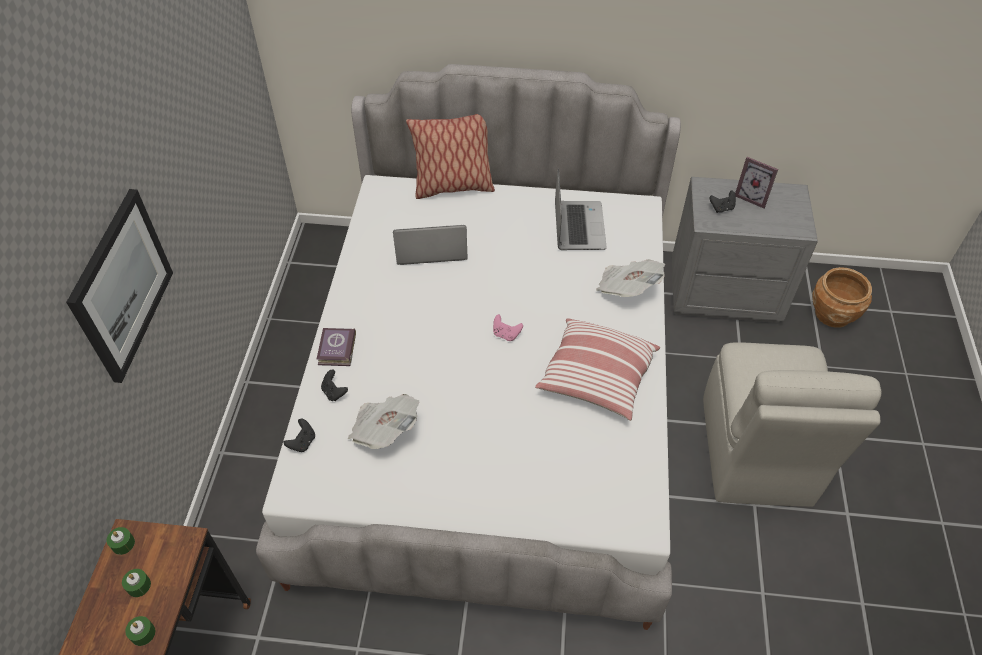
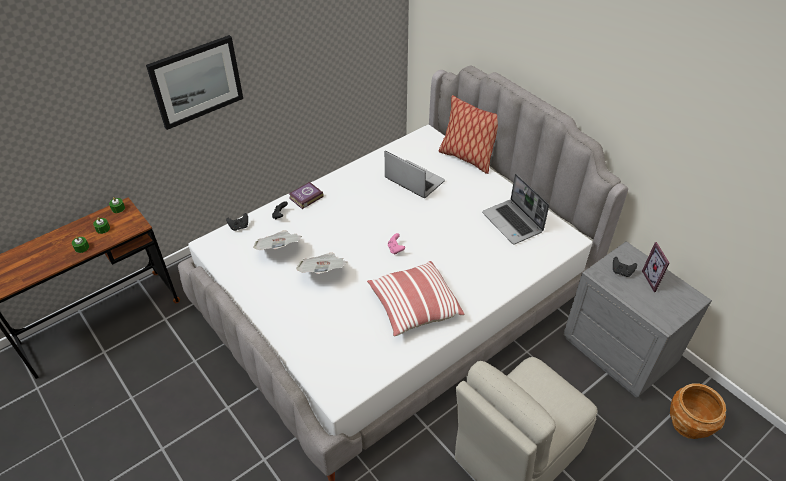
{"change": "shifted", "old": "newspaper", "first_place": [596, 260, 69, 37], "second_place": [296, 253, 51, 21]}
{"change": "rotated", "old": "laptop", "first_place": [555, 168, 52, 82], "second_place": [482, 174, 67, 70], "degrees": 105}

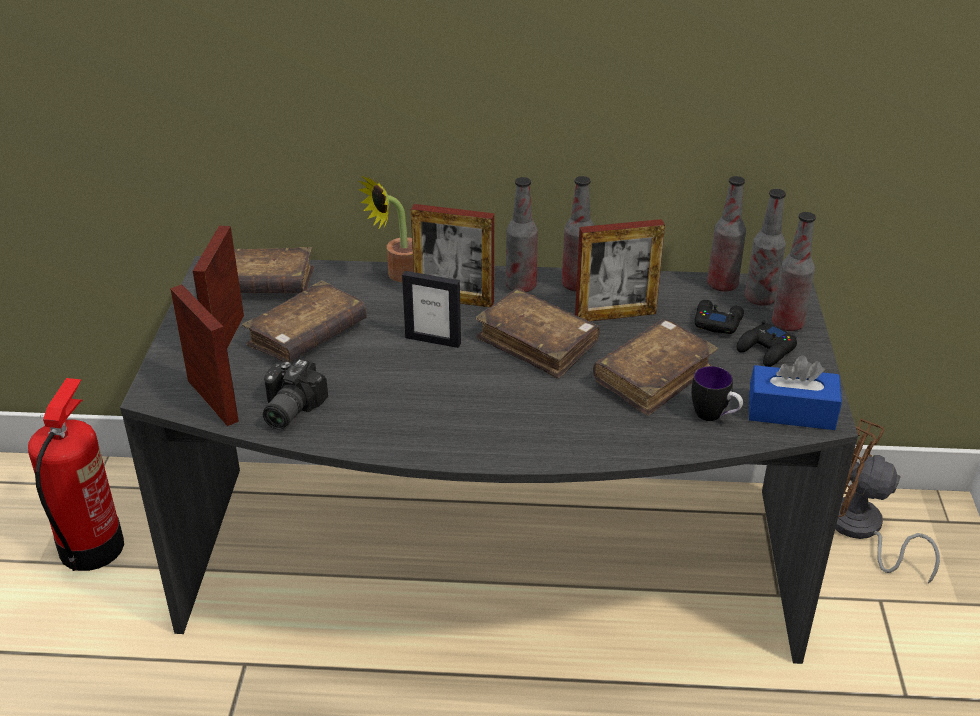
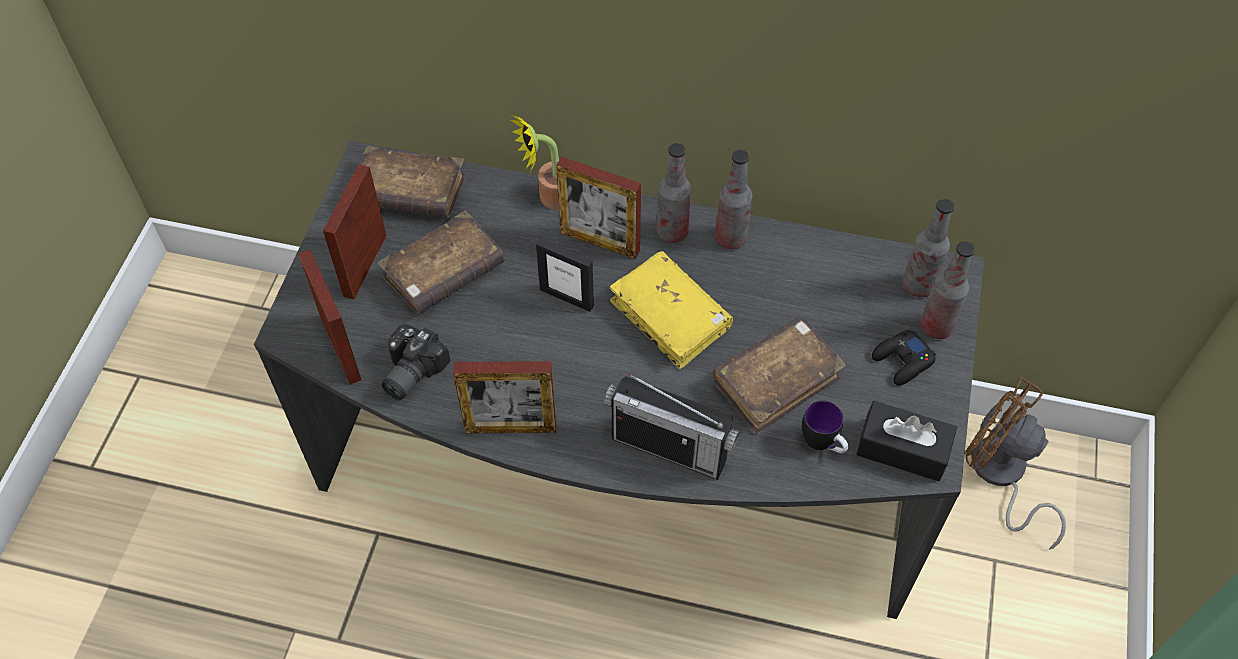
{"change": "gone", "old": "fire_extinguisher", "first_place": [28, 378, 96, 193]}
{"change": "gone", "old": "black_game_controller", "first_place": [694, 300, 50, 34]}
{"change": "gone", "old": "bottle", "first_place": [707, 176, 39, 116]}
{"change": "new", "new": "radio", "second_place": [604, 373, 135, 107]}
{"change": "shifted", "old": "picture_frame", "first_place": [575, 219, 90, 102], "second_place": [453, 361, 103, 72]}
{"change": "repainted", "old": "brown_book", "new": "yellow_book", "first_place": [476, 288, 124, 91], "second_place": [610, 251, 123, 119]}
{"change": "repainted", "old": "blue_tissue_box", "new": "black_tissue_box", "first_place": [749, 355, 93, 75], "second_place": [856, 401, 101, 80]}

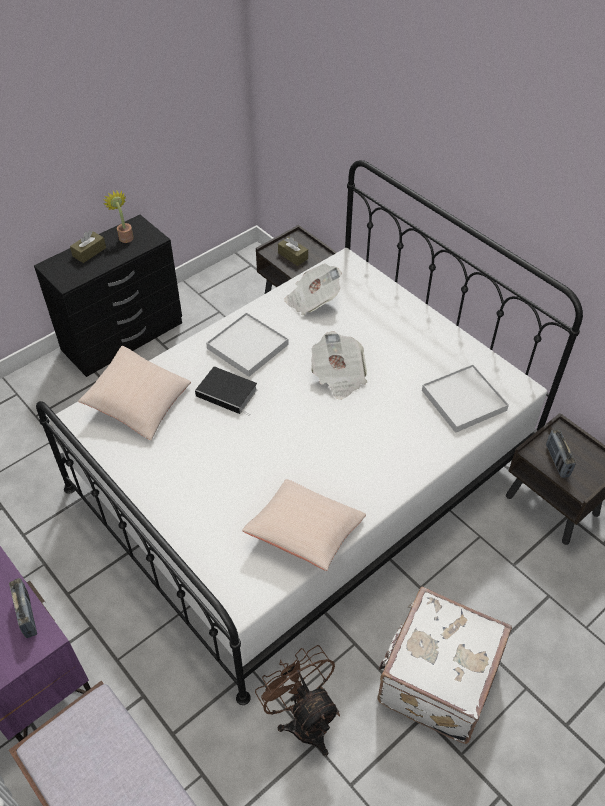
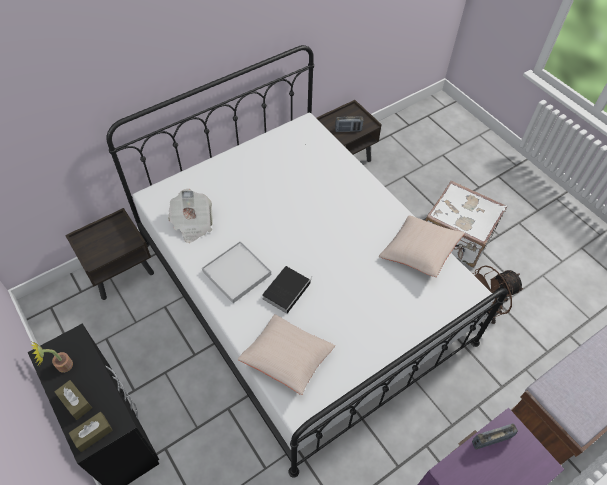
{"change": "gone", "old": "newspaper", "first_place": [311, 331, 56, 69]}
{"change": "gone", "old": "white_tray", "first_place": [422, 364, 87, 69]}
{"change": "shifted", "old": "brown_tissue_box", "first_place": [278, 237, 30, 29], "second_place": [69, 412, 44, 40]}

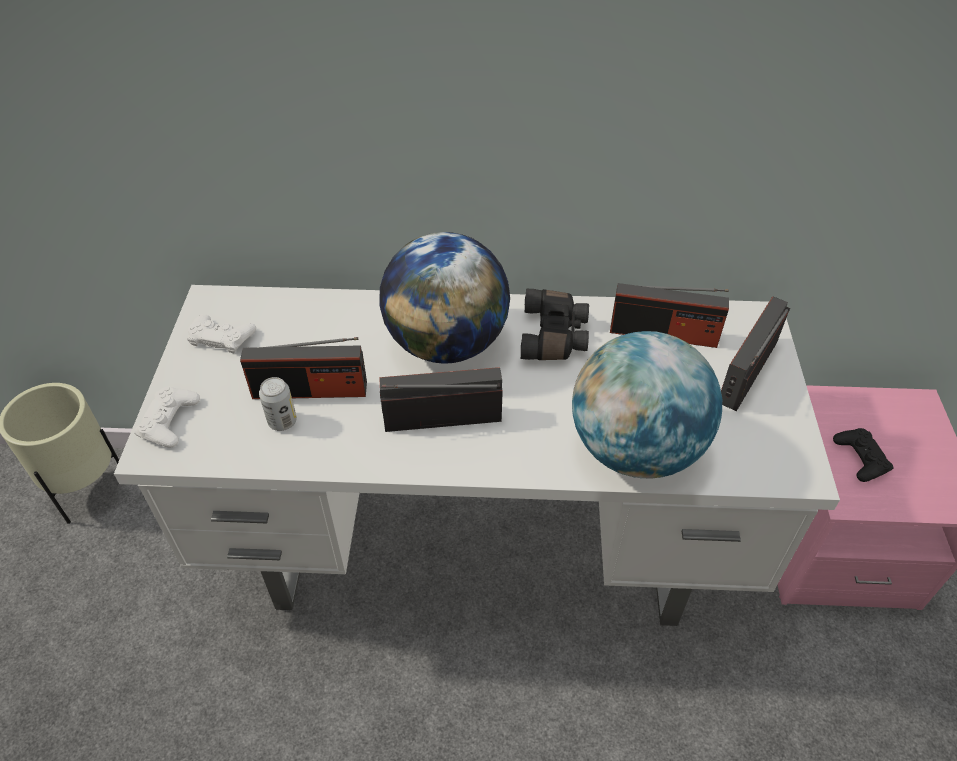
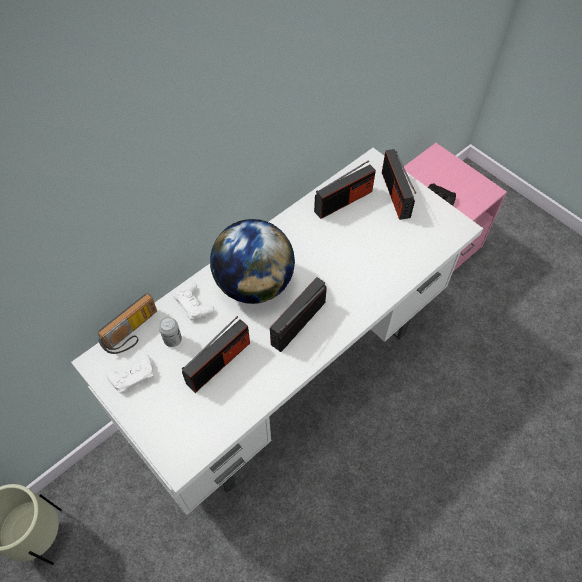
{"change": "gone", "old": "black_binoculars", "first_place": [521, 289, 68, 71]}
{"change": "gone", "old": "globe", "first_place": [572, 331, 150, 148]}
{"change": "new", "new": "radio", "second_place": [98, 293, 59, 61]}
{"change": "shifted", "old": "white_game_controller", "first_place": [134, 387, 66, 60], "second_place": [174, 282, 40, 38]}
{"change": "shifted", "old": "can", "first_place": [259, 377, 38, 54], "second_place": [159, 317, 23, 30]}

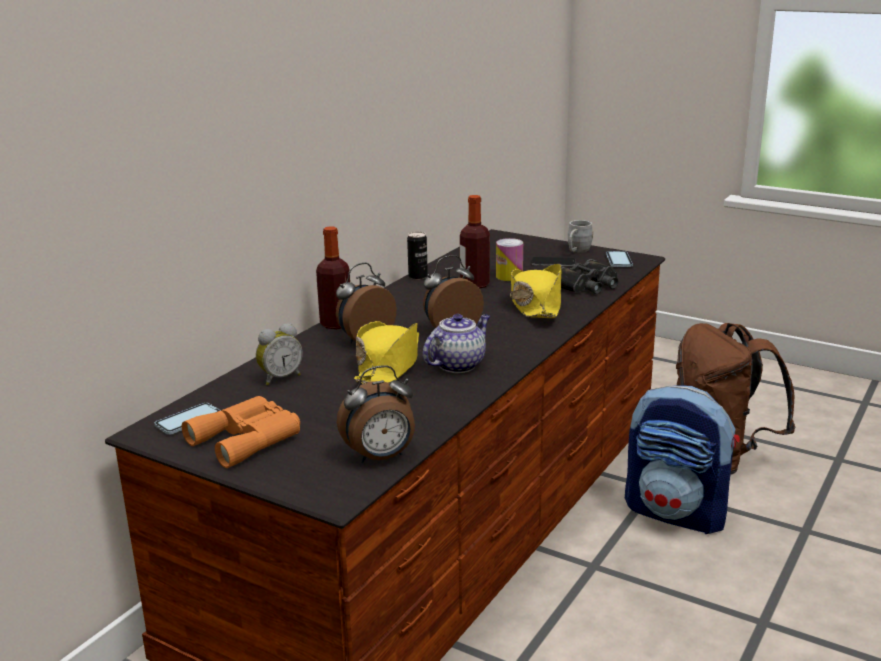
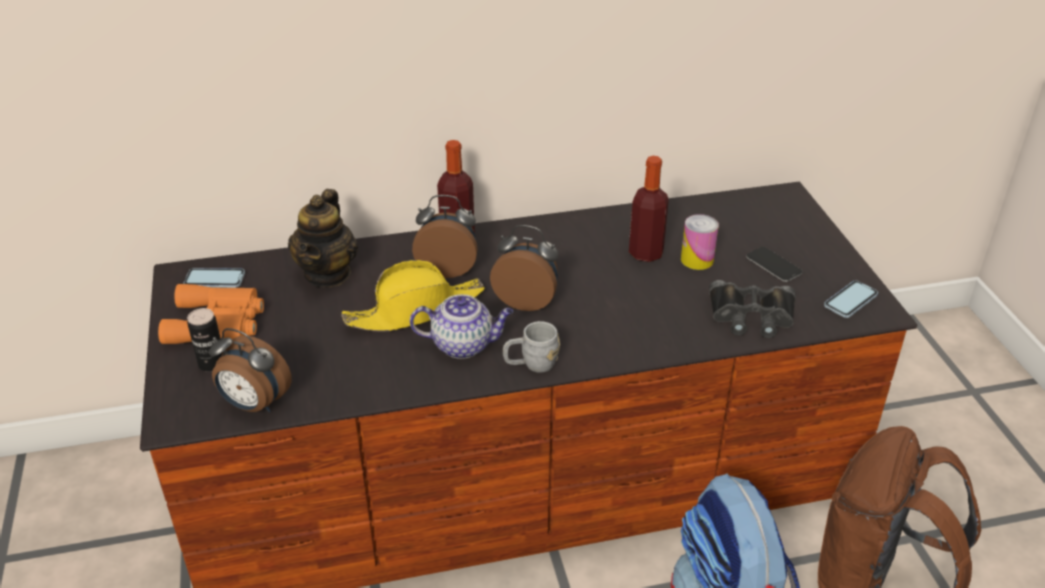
{"change": "gone", "old": "yellow_hat", "first_place": [510, 264, 52, 54]}
{"change": "shifted", "old": "can", "first_place": [407, 232, 21, 48], "second_place": [187, 308, 35, 64]}
{"change": "shifted", "old": "grey_mug", "first_place": [568, 220, 25, 32], "second_place": [503, 321, 57, 52]}
{"change": "swapped", "old": "alarm_clock", "new": "teapot", "first_place": [256, 323, 47, 62], "second_place": [288, 189, 70, 98]}

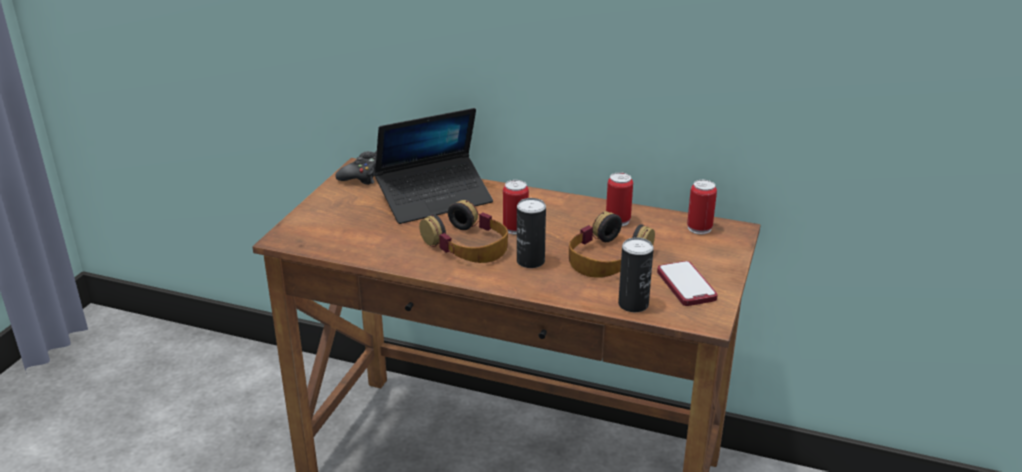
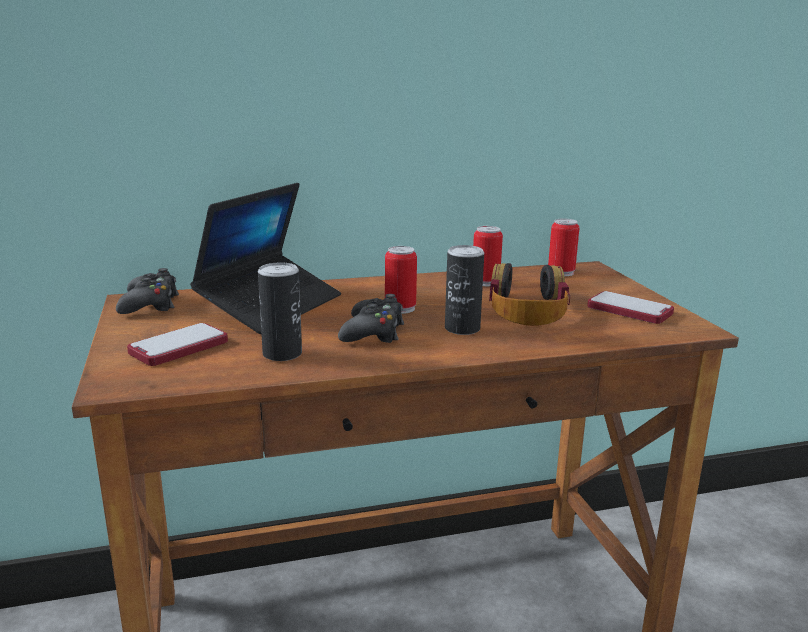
{"change": "new", "new": "phone", "second_place": [127, 323, 101, 43]}
{"change": "shifted", "old": "can", "first_place": [618, 237, 36, 75], "second_place": [258, 263, 44, 98]}
{"change": "swapped", "old": "headphones", "new": "black_game_controller", "first_place": [419, 200, 89, 63], "second_place": [338, 294, 66, 49]}

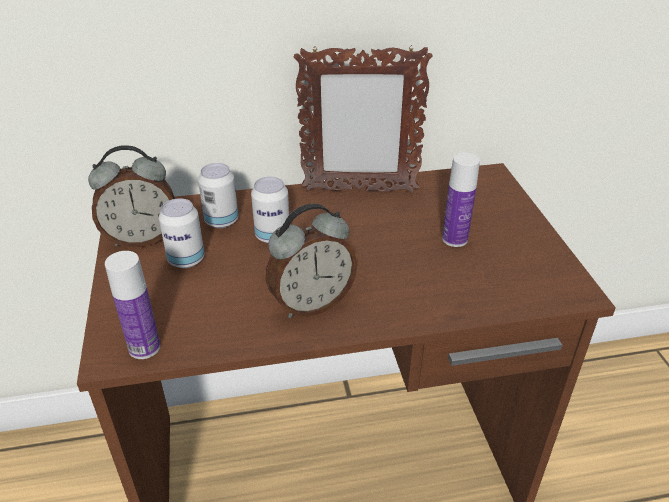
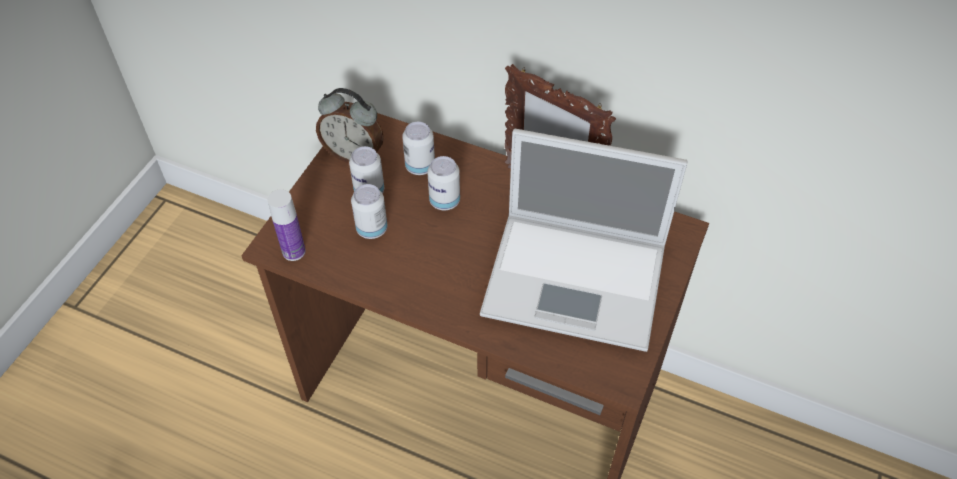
{"change": "gone", "old": "alarm_clock", "first_place": [266, 204, 91, 114]}
{"change": "new", "new": "can", "second_place": [351, 184, 36, 55]}
{"change": "swapped", "old": "bottle", "new": "laptop", "first_place": [442, 152, 38, 95], "second_place": [480, 128, 208, 224]}

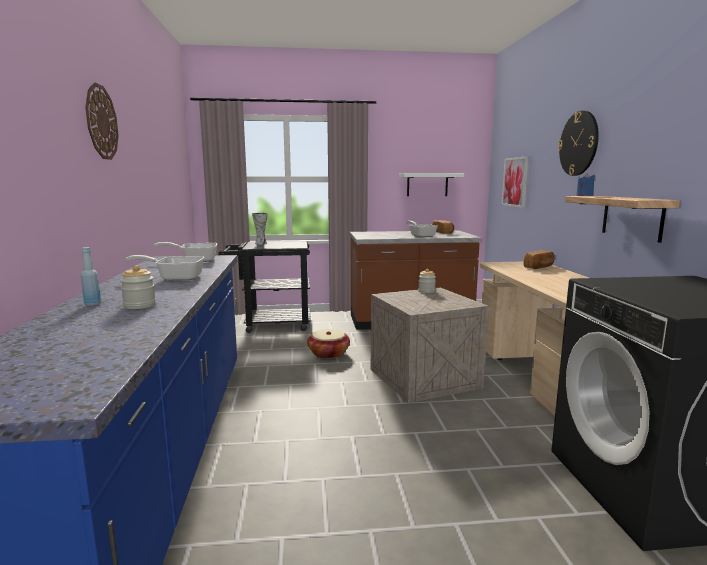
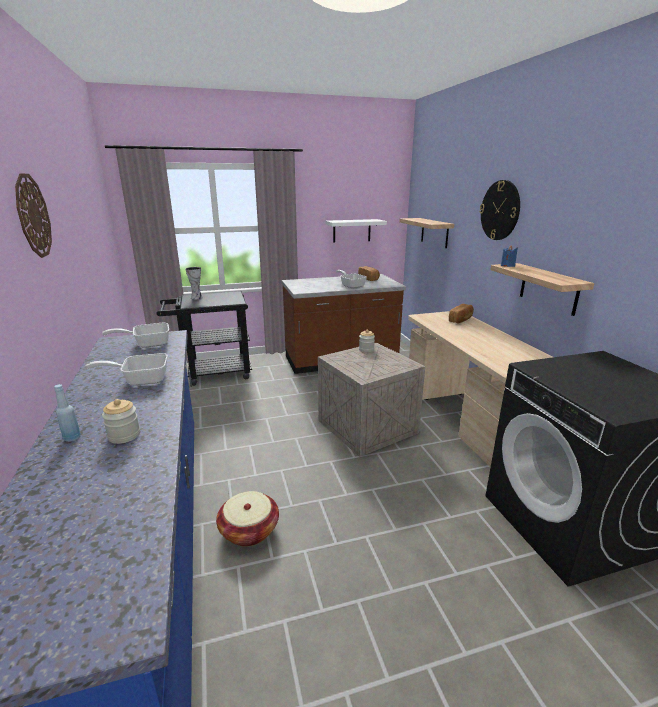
{"change": "shifted", "old": "basket", "first_place": [307, 329, 43, 30], "second_place": [216, 491, 63, 55]}
{"change": "swapped", "old": "picture", "new": "shelf", "first_place": [502, 156, 27, 52], "second_place": [399, 218, 55, 30]}

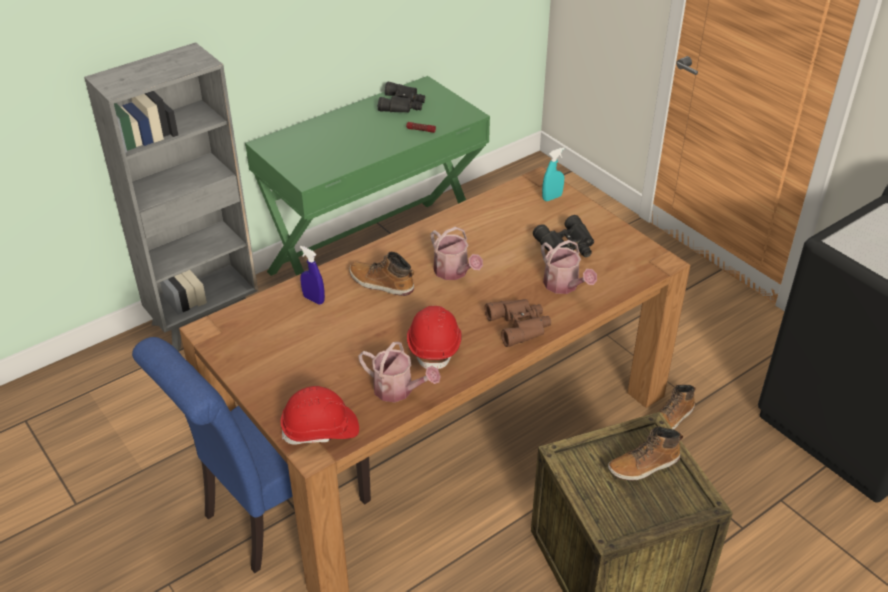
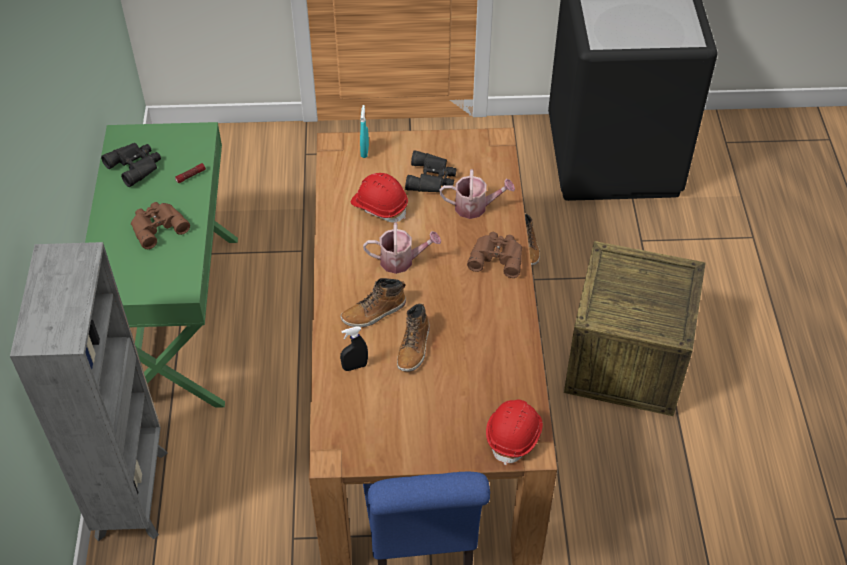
{"change": "gone", "old": "watering_can", "first_place": [358, 342, 83, 60]}
{"change": "new", "new": "brown_binoculars", "second_place": [131, 202, 59, 47]}
{"change": "shifted", "old": "red_hard_hat", "first_place": [407, 306, 55, 63], "second_place": [351, 173, 57, 49]}
{"change": "shifted", "old": "boot", "first_place": [608, 426, 75, 54], "second_place": [397, 303, 33, 69]}
{"change": "repainted", "old": "blue_spray_bottle", "new": "black_spray_bottle", "first_place": [300, 246, 25, 59], "second_place": [340, 326, 28, 45]}

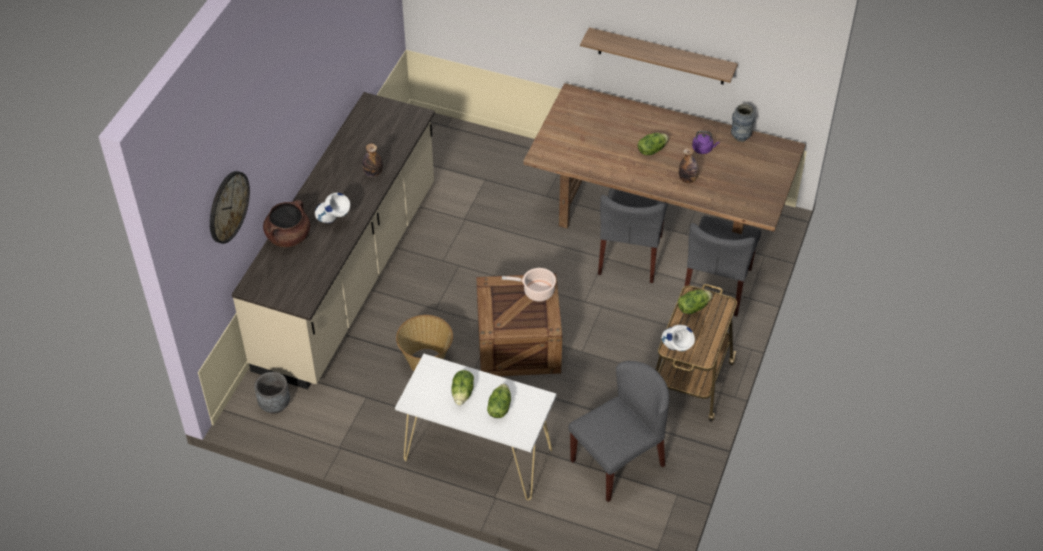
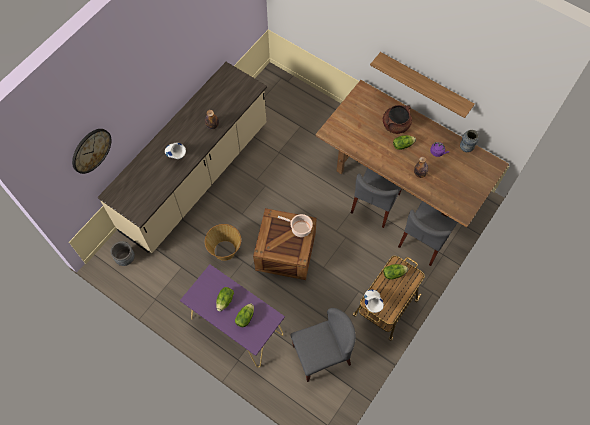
{"change": "shifted", "old": "brown_cooking_pot", "first_place": [263, 200, 47, 47], "second_place": [383, 105, 29, 29]}
{"change": "repainted", "old": "white_console_table", "new": "purple_console_table", "first_place": [395, 354, 161, 147], "second_place": [180, 264, 105, 104]}

